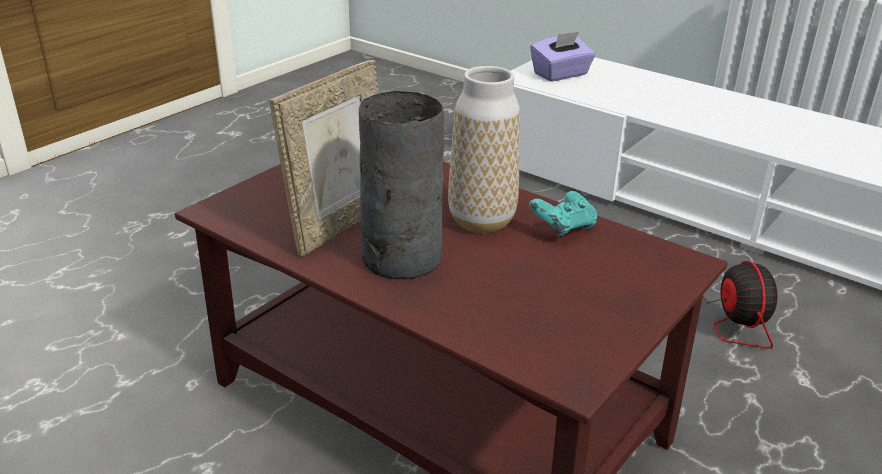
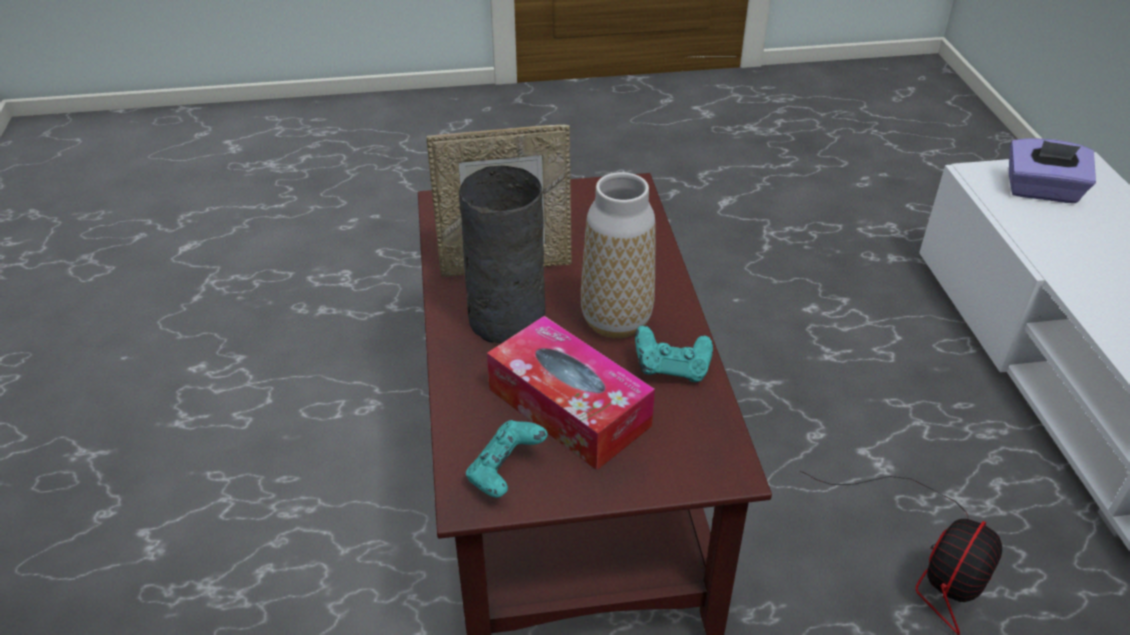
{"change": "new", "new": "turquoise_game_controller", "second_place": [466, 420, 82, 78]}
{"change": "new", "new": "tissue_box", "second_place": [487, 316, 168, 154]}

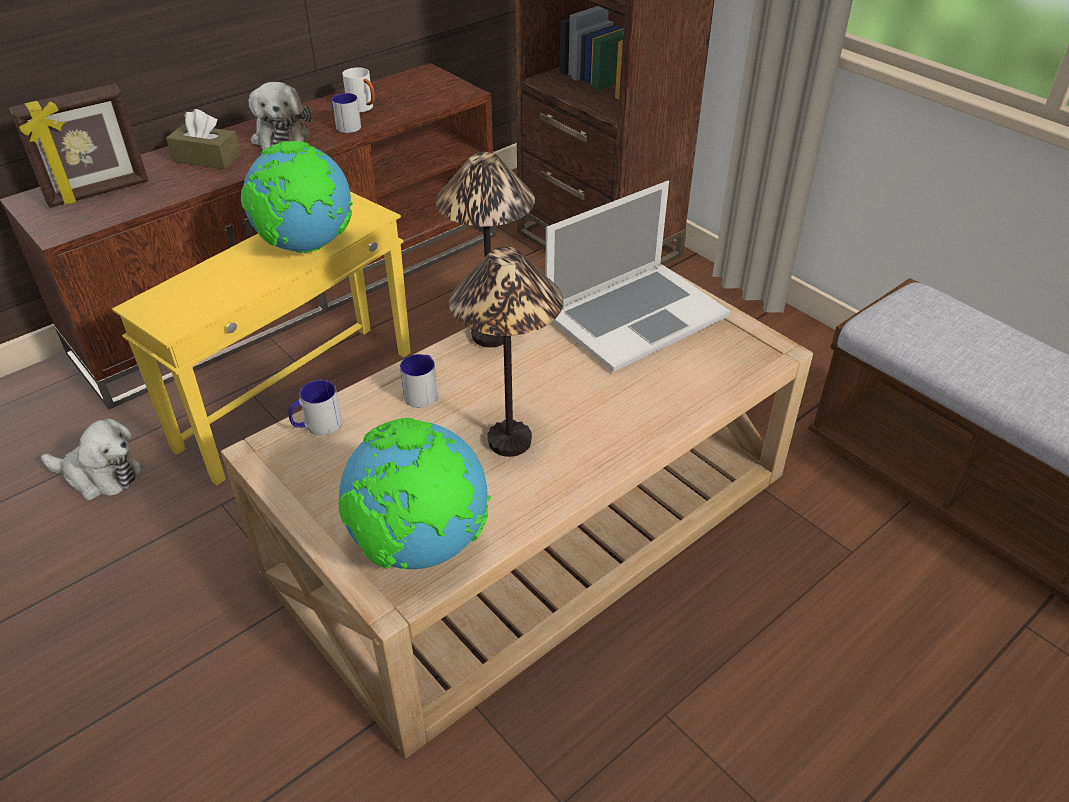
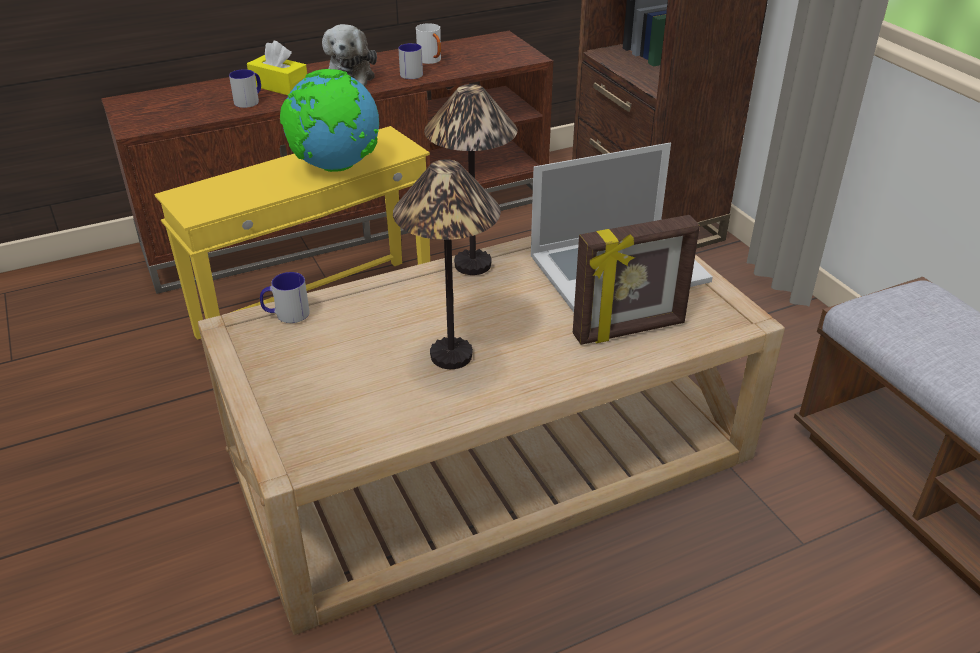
{"change": "gone", "old": "plush_toy", "first_place": [41, 418, 102, 82]}
{"change": "gone", "old": "globe", "first_place": [338, 418, 153, 152]}
{"change": "shifted", "old": "picture_frame", "first_place": [9, 84, 139, 124], "second_place": [573, 215, 127, 130]}
{"change": "shifted", "old": "mug", "first_place": [400, 354, 38, 54], "second_place": [229, 69, 32, 39]}
{"change": "repainted", "old": "brown_tissue_box", "new": "yellow_tissue_box", "first_place": [166, 109, 75, 60], "second_place": [247, 41, 60, 54]}

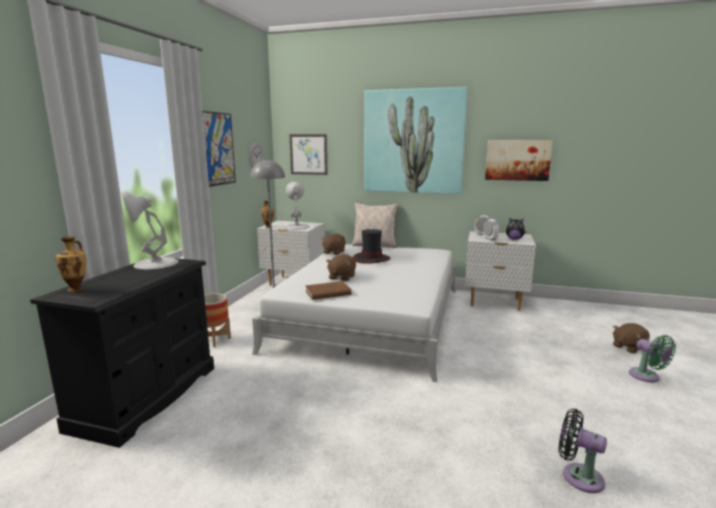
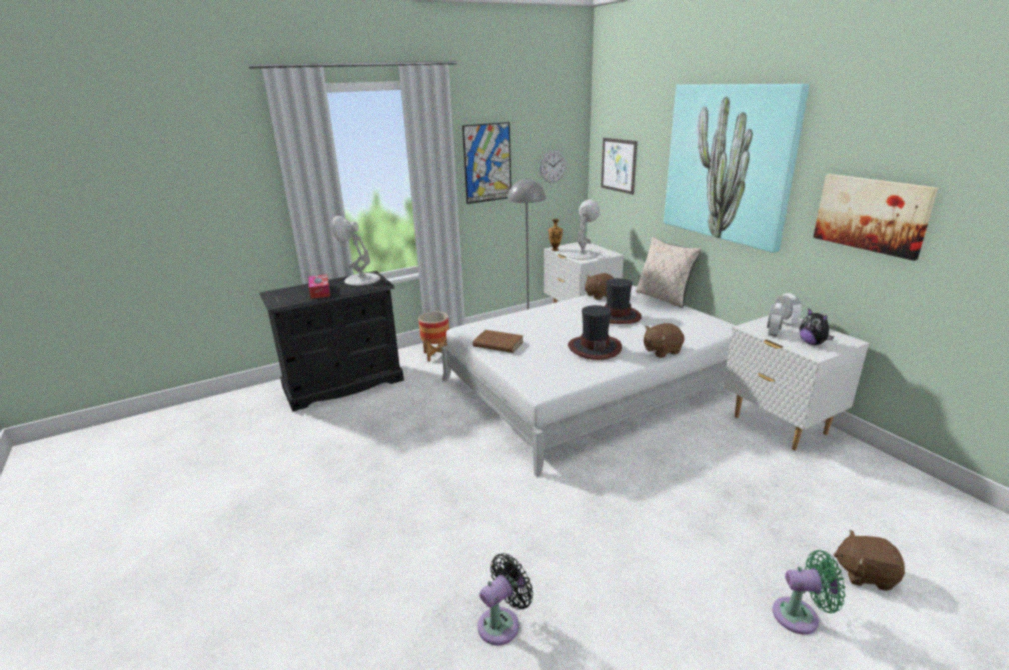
{"change": "gone", "old": "vase", "first_place": [56, 236, 30, 56]}
{"change": "new", "new": "tissue_box", "second_place": [309, 274, 21, 25]}
{"change": "new", "new": "hat", "second_place": [568, 305, 54, 55]}
{"change": "shifted", "old": "brown_plush_toy", "first_place": [326, 254, 30, 27], "second_place": [644, 323, 40, 35]}
{"change": "rotated", "old": "black_fan", "first_place": [559, 409, 48, 84], "second_place": [478, 553, 55, 92], "degrees": 60}
{"change": "rotated", "old": "green_fan", "first_place": [629, 335, 47, 47], "second_place": [772, 550, 73, 84], "degrees": -105}

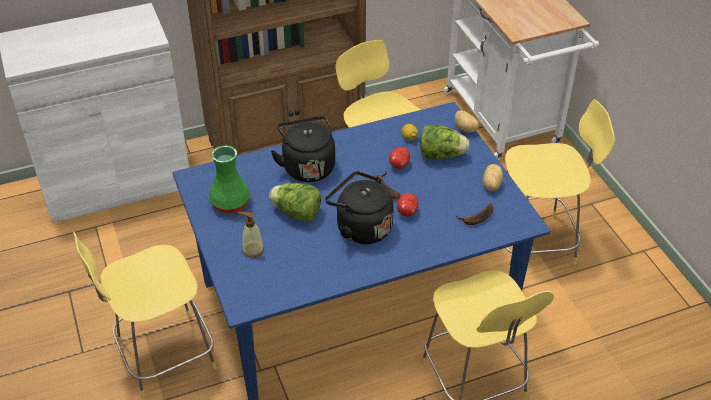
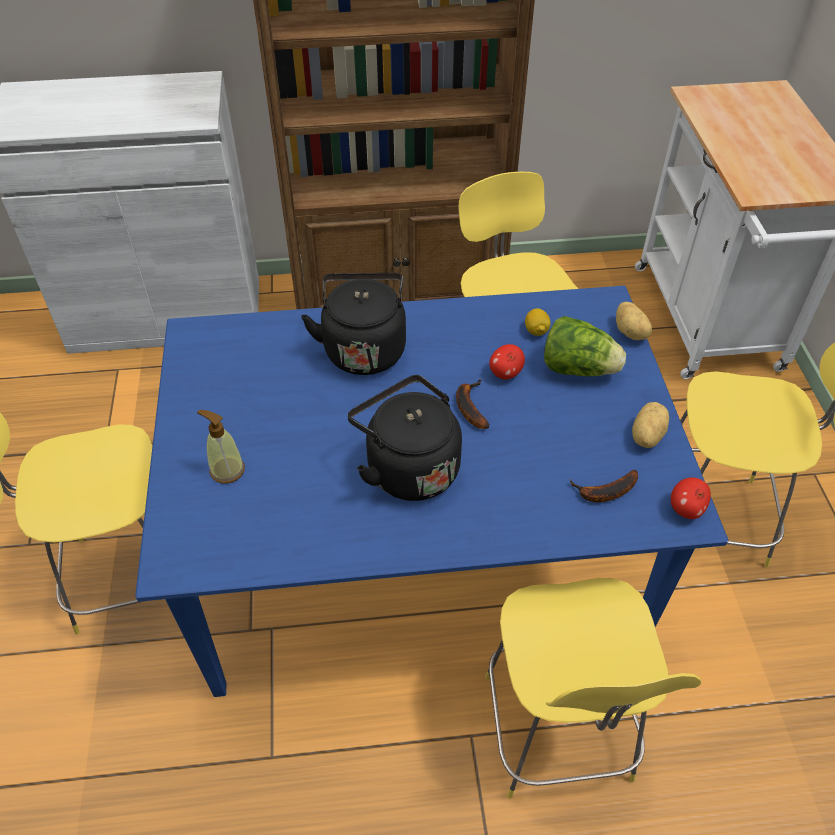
{"change": "gone", "old": "green_vase", "first_place": [209, 146, 41, 67]}
{"change": "gone", "old": "lettuce", "first_place": [269, 183, 52, 39]}
{"change": "shifted", "old": "apple", "first_place": [397, 193, 21, 23], "second_place": [671, 478, 40, 41]}

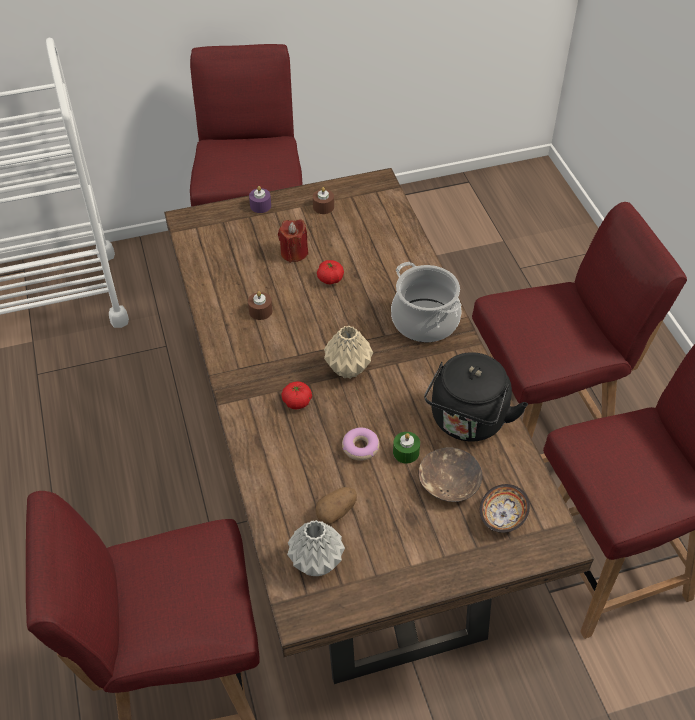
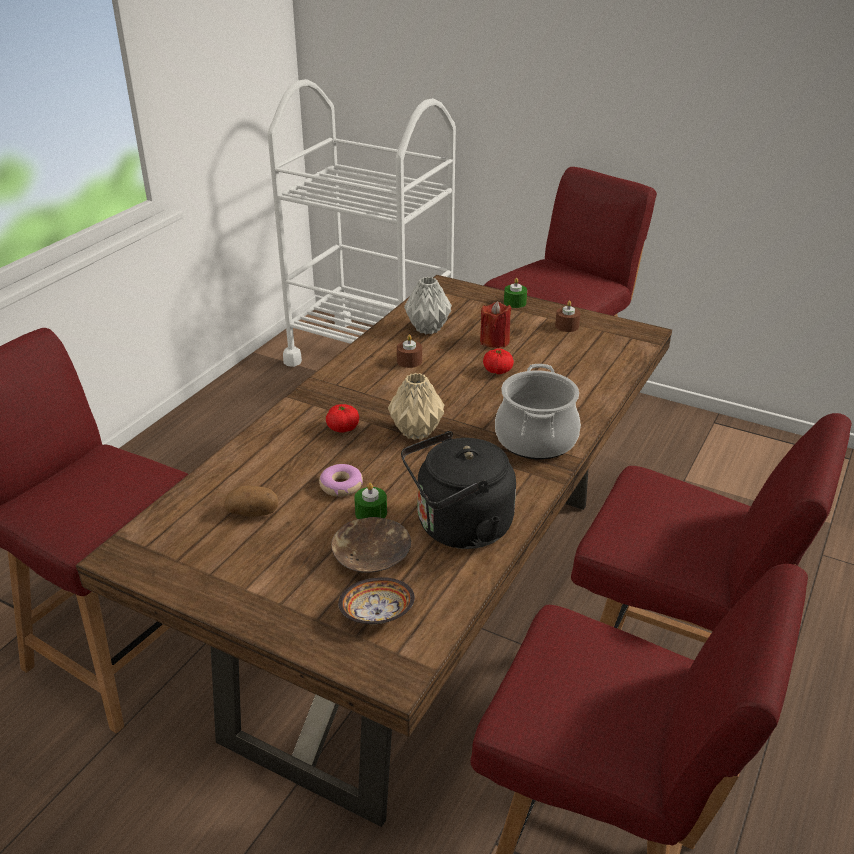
{"change": "shifted", "old": "grey_vase", "first_place": [287, 520, 58, 56], "second_place": [404, 277, 48, 57]}
{"change": "repainted", "old": "purple_candle", "new": "green_candle", "first_place": [249, 186, 22, 27], "second_place": [504, 278, 23, 30]}

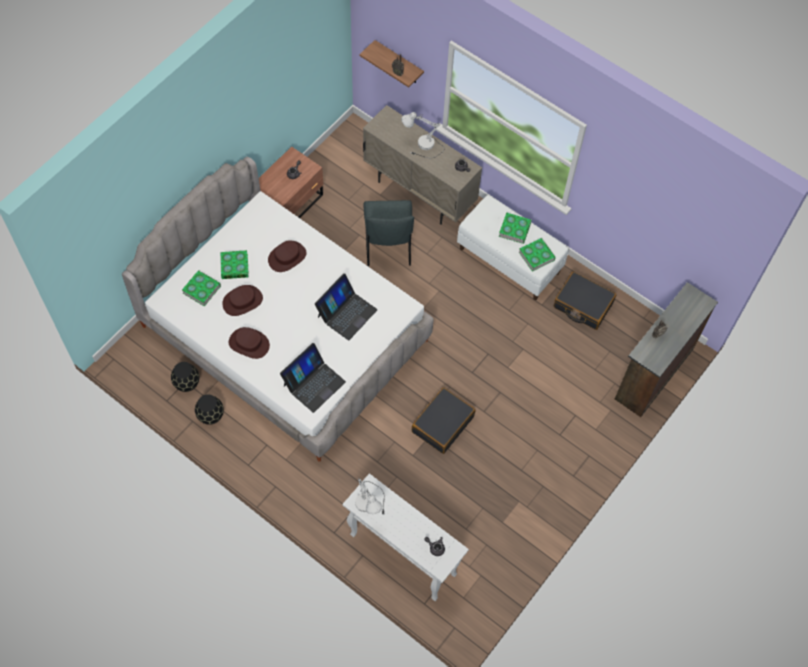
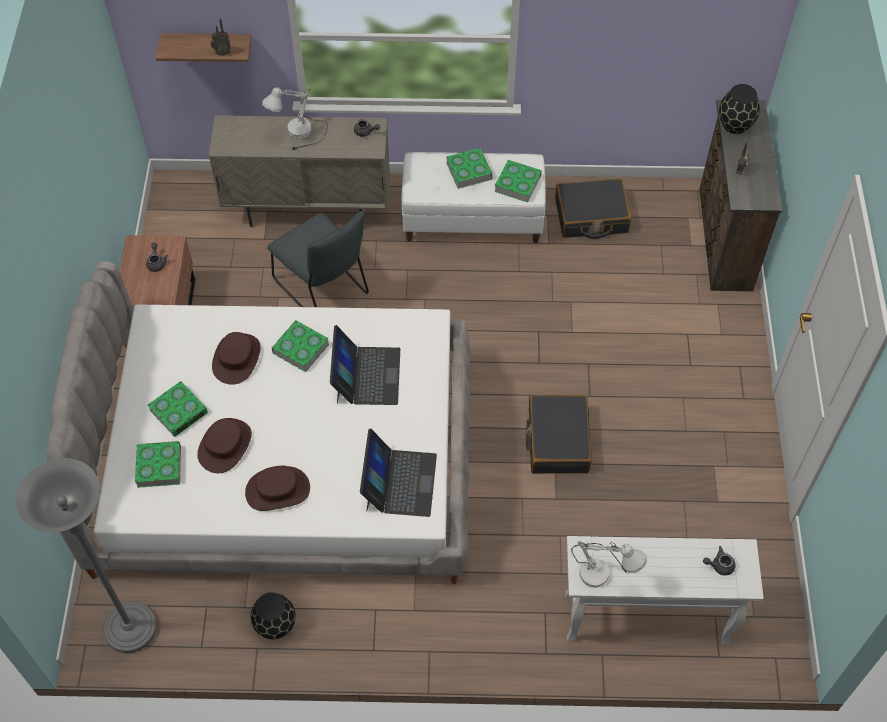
{"change": "new", "new": "grey_floor_lamp", "second_place": [16, 458, 141, 195]}
{"change": "new", "new": "book", "second_place": [272, 320, 57, 52]}
{"change": "shifted", "old": "black_vase", "first_place": [171, 362, 28, 30], "second_place": [719, 84, 41, 50]}

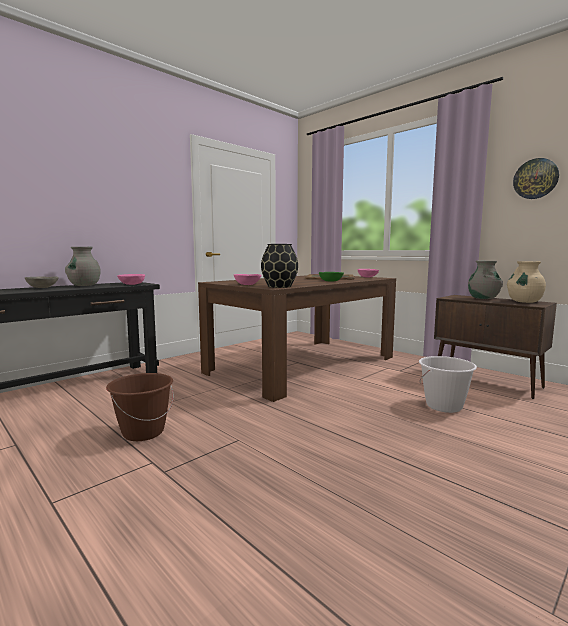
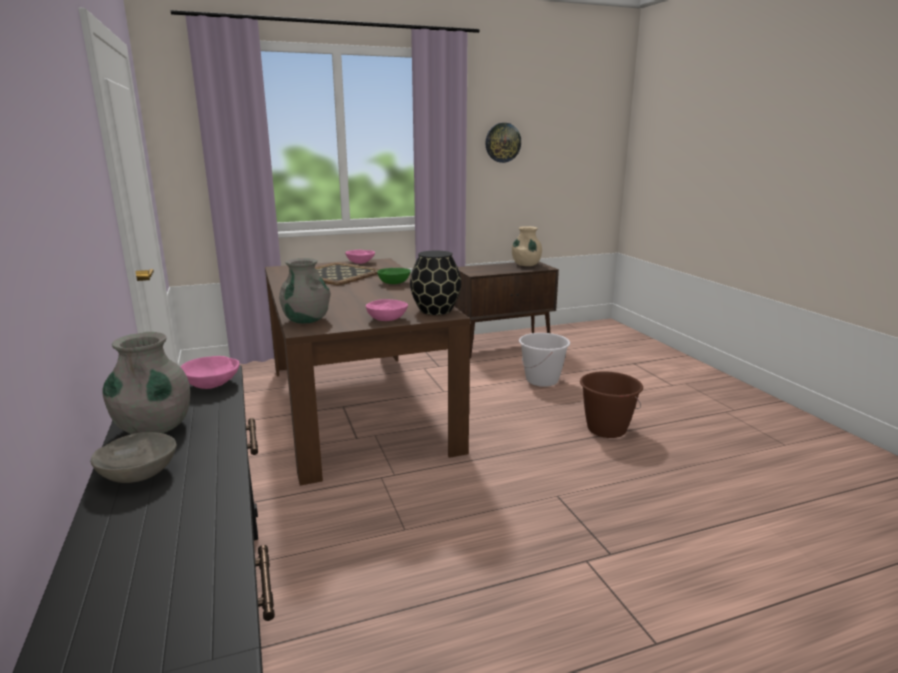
{"change": "shifted", "old": "brown_bucket", "first_place": [106, 373, 67, 68], "second_place": [580, 371, 63, 67]}
{"change": "shifted", "old": "grey_vase", "first_place": [468, 260, 35, 39], "second_place": [279, 258, 52, 66]}

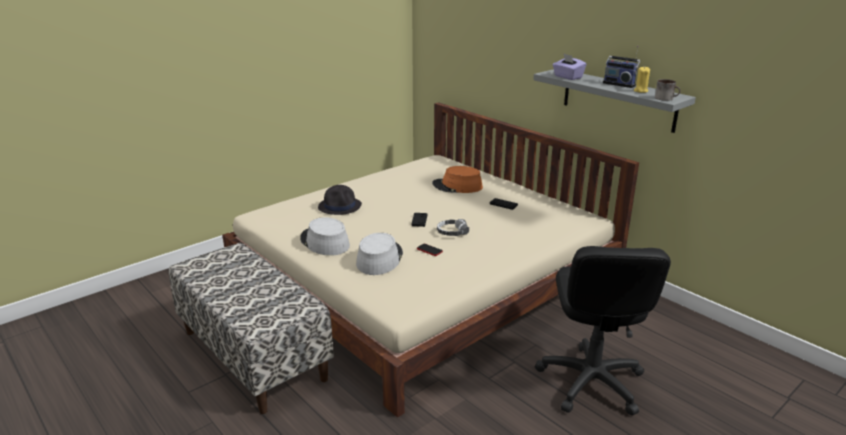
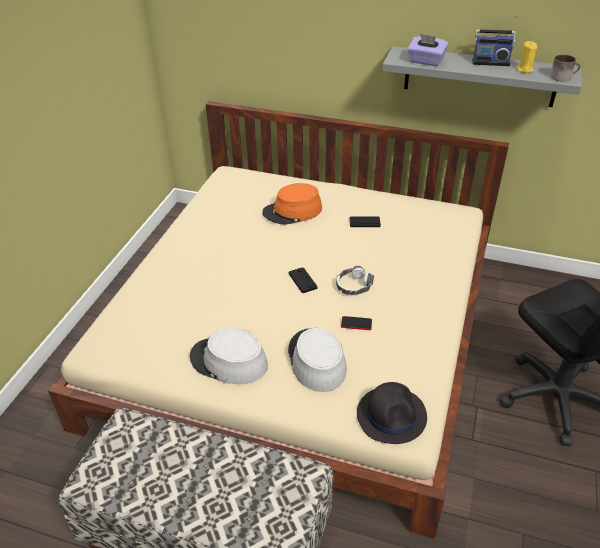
{"change": "shifted", "old": "black_hat", "first_place": [318, 185, 44, 30], "second_place": [357, 382, 70, 62]}

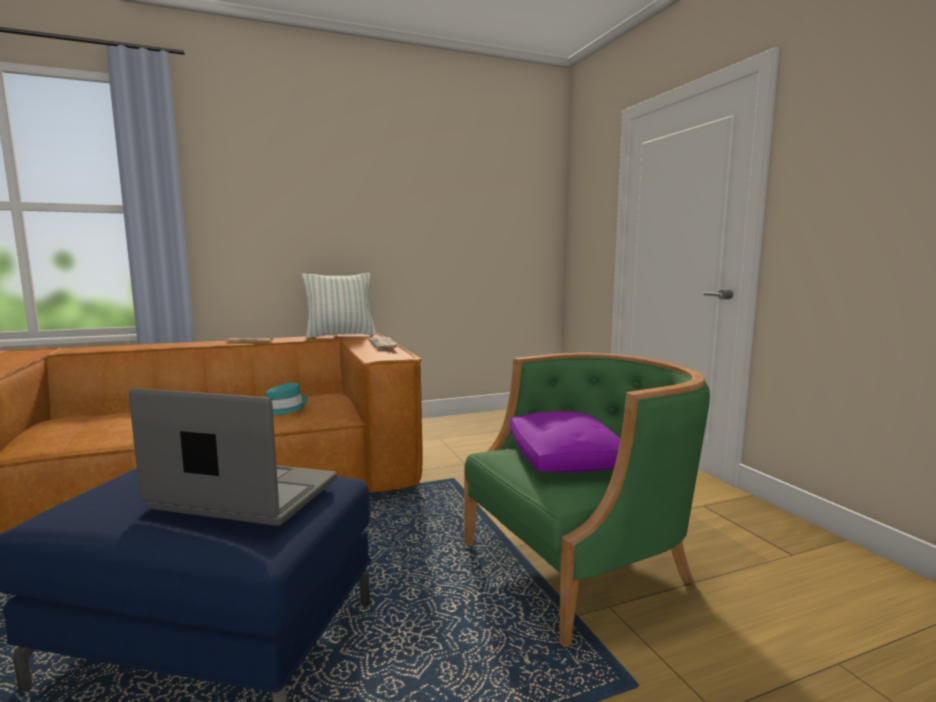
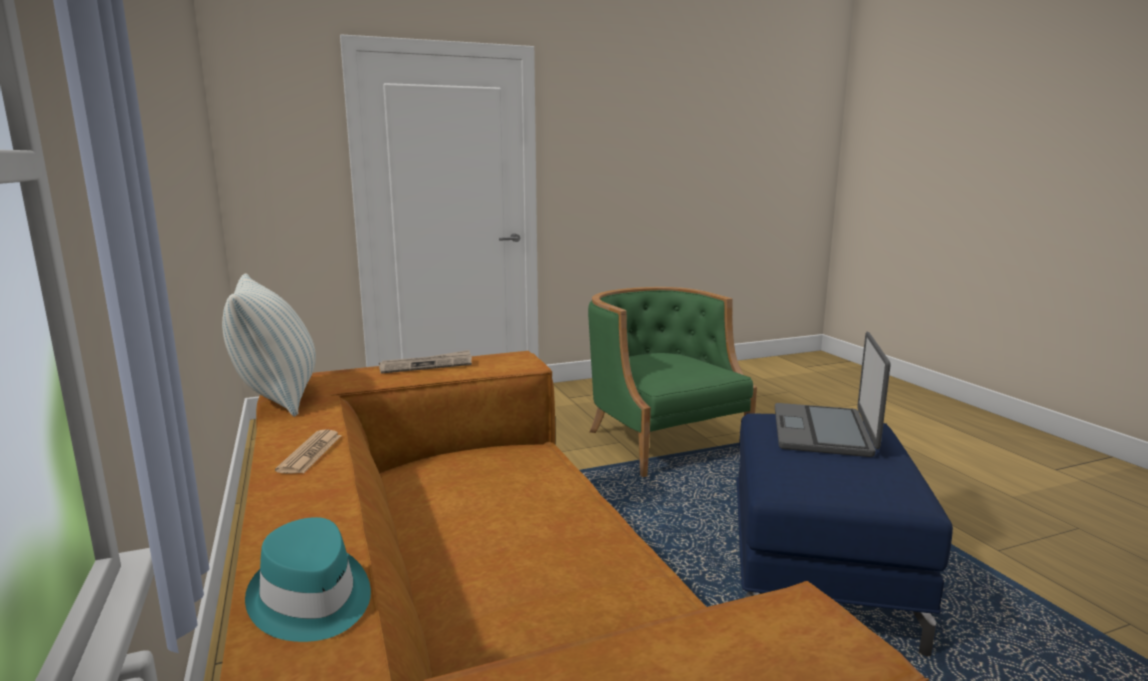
{"change": "gone", "old": "purple_pillow", "first_place": [510, 411, 111, 61]}
{"change": "shifted", "old": "turquoise_hat", "first_place": [266, 383, 41, 32], "second_place": [245, 517, 126, 125]}

